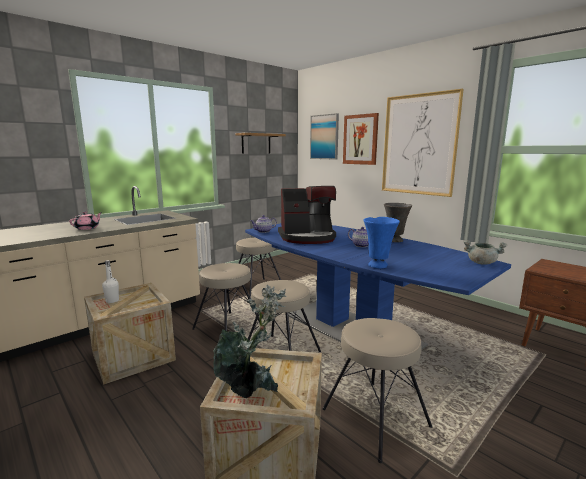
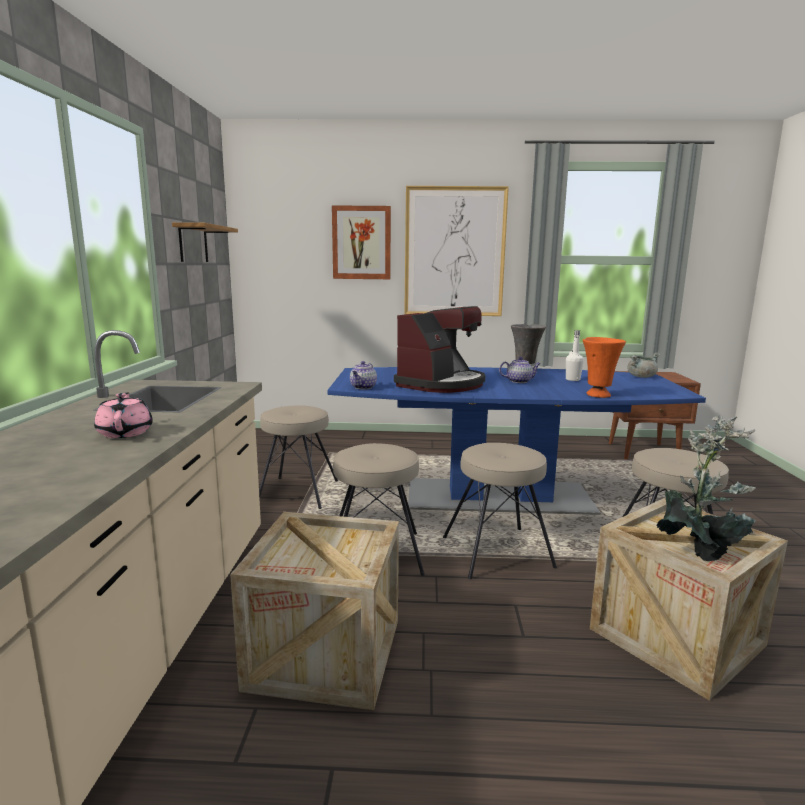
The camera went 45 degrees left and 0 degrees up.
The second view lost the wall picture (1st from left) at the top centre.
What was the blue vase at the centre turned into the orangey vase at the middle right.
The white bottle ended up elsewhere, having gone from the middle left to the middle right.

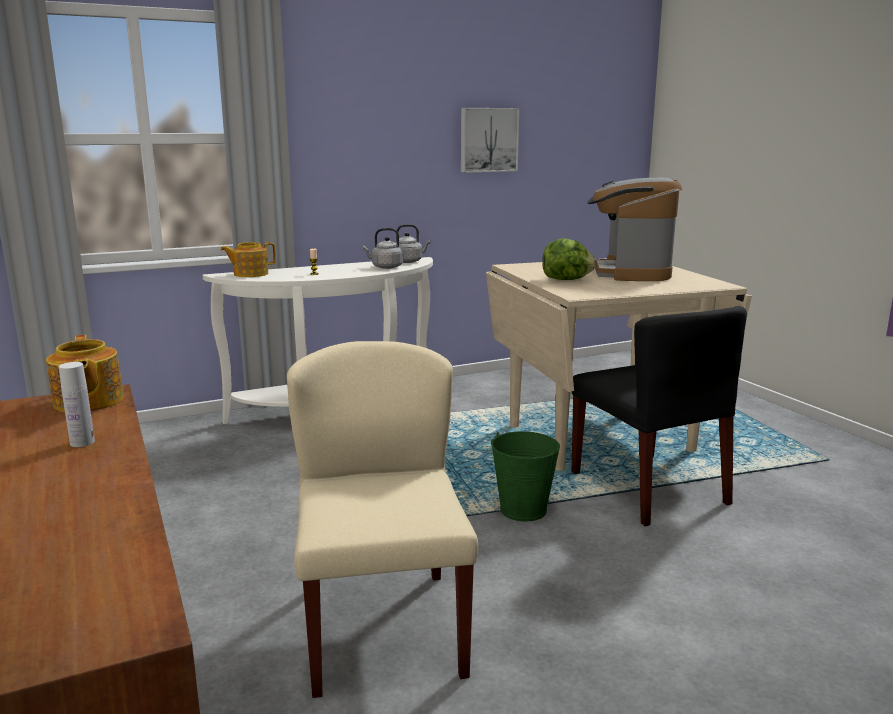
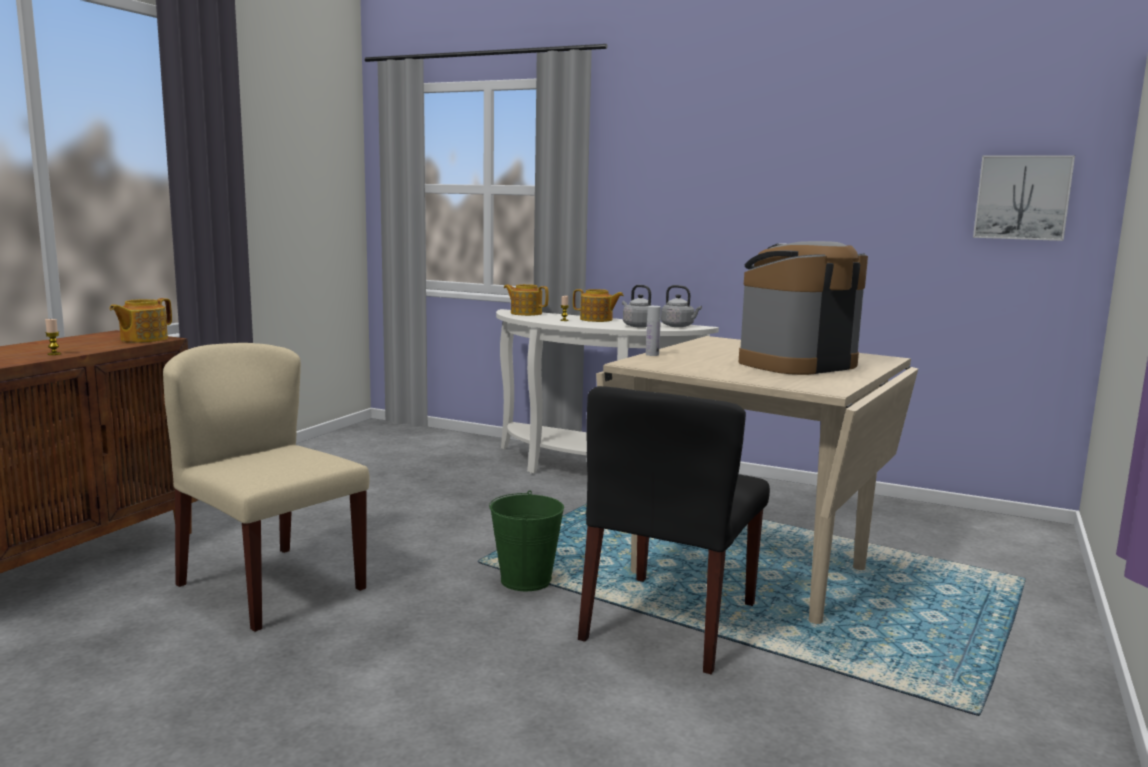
The camera went 50 degrees right and 5 degrees down.
The wall picture ended up elsewhere, having gone from the top centre to the top right.
The second view lost the lettuce head at the centre.
The beige plain chair at the bottom centre ended up facing another way, 90 degrees counterclockwise from before.
The white bottle ended up elsewhere, having gone from the middle left to the centre.
The second view gained the tea pot (3rd from left) at the centre.
The second view gained the wax candle (1st from left) at the middle left.

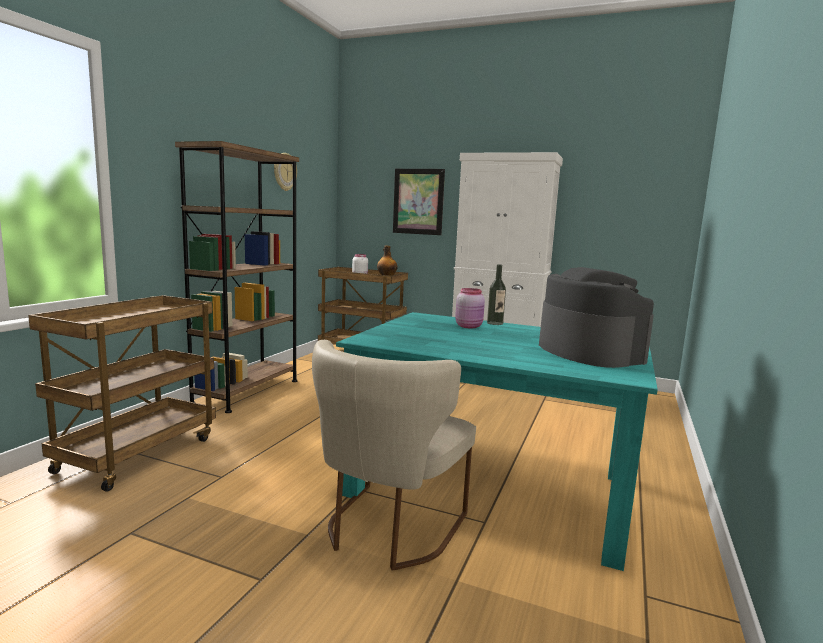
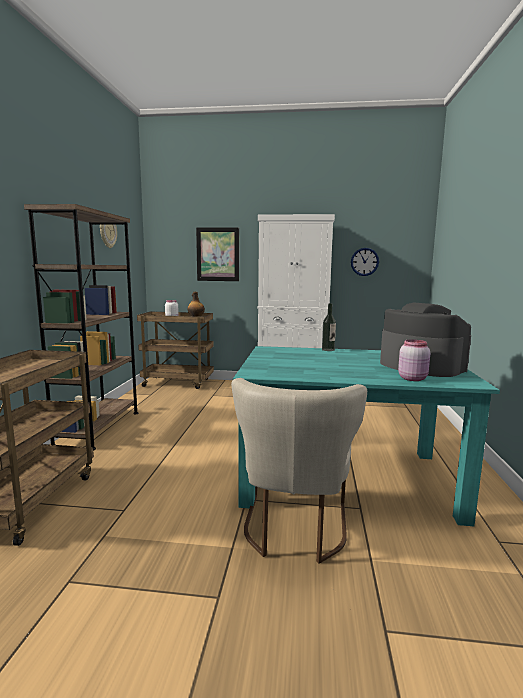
The camera went 15 degrees left and 0 degrees up.
The pink preserve jar ended up elsewhere, having gone from the centre to the middle right.
The second view gained the wall clock (2nd from left) at the middle right.

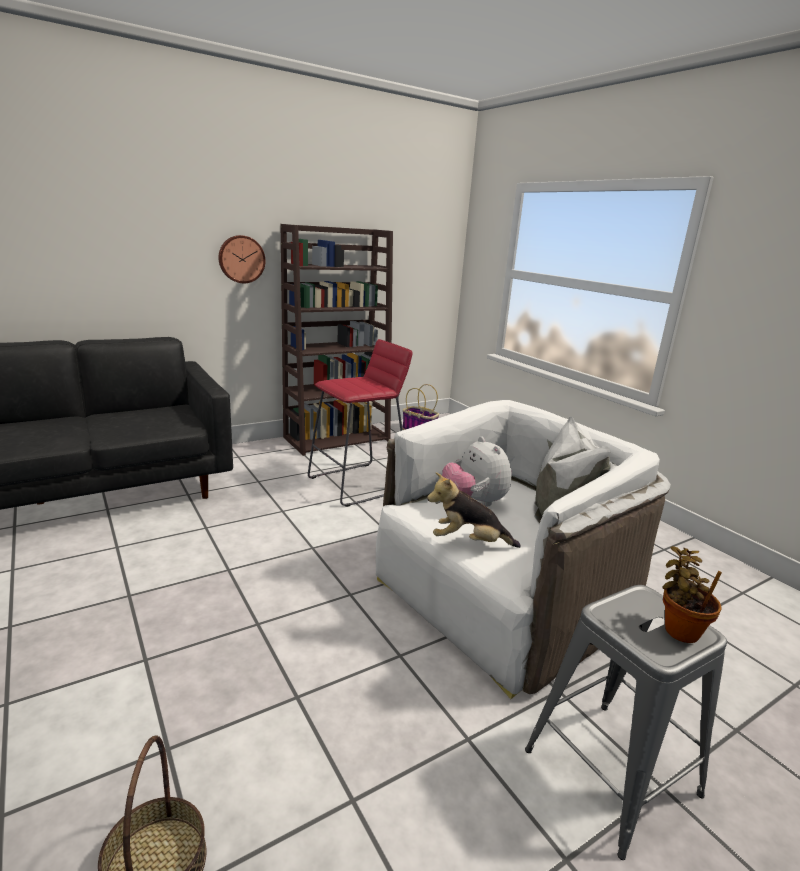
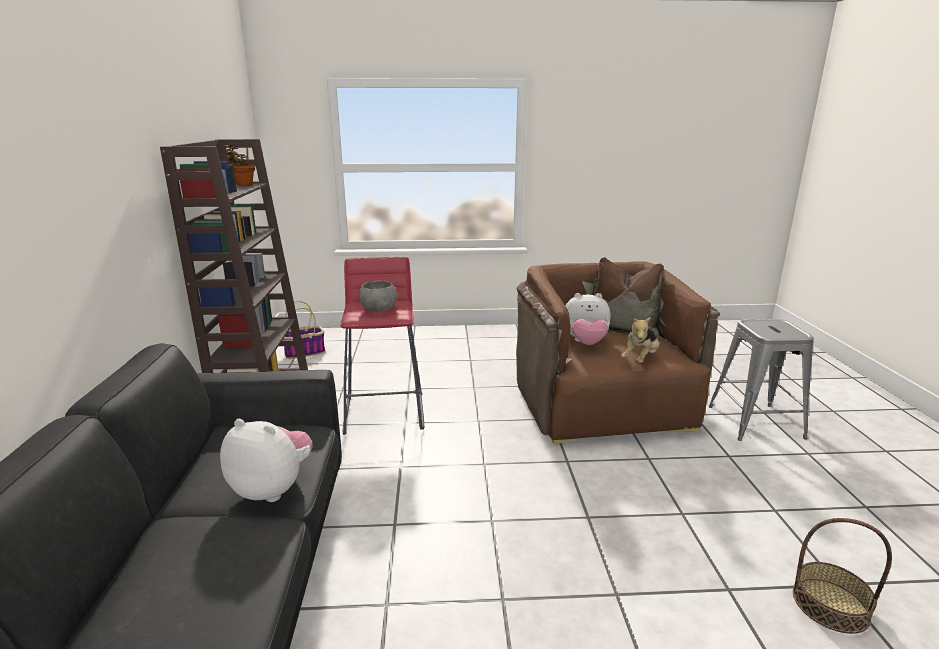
The camera went 60 degrees left and 0 degrees up.
The second view lost the wall clock at the top left.
What was the white easy chair at the centre turned into the brown easy chair at the centre.
The plant in a pot ended up elsewhere, having gone from the bottom right to the top left.
The second view gained the gray deep dish at the centre.
The second view gained the cuddly toy (1st from left) at the bottom left.

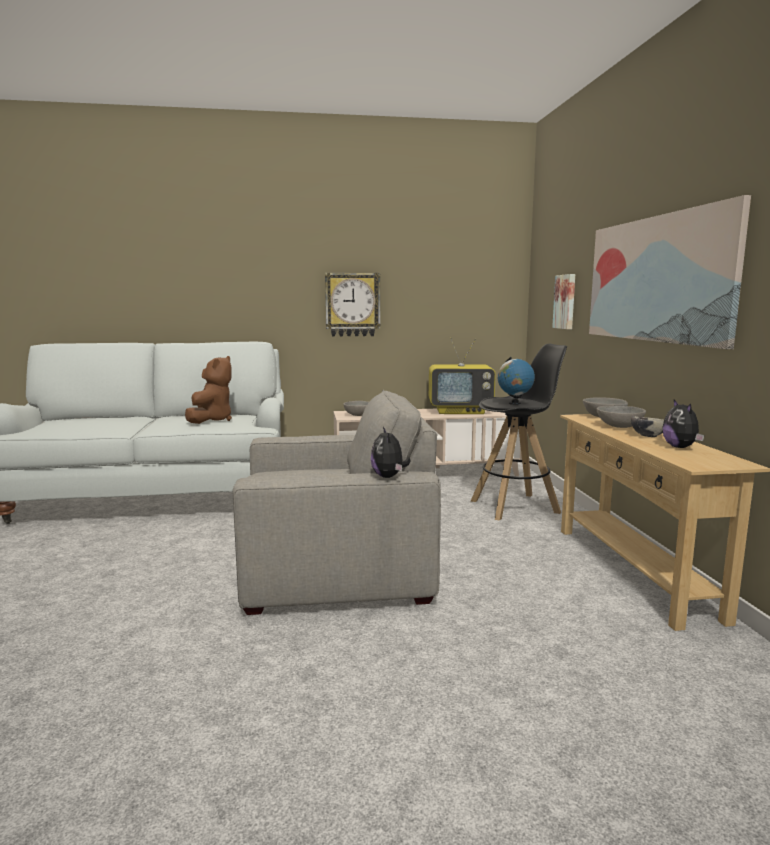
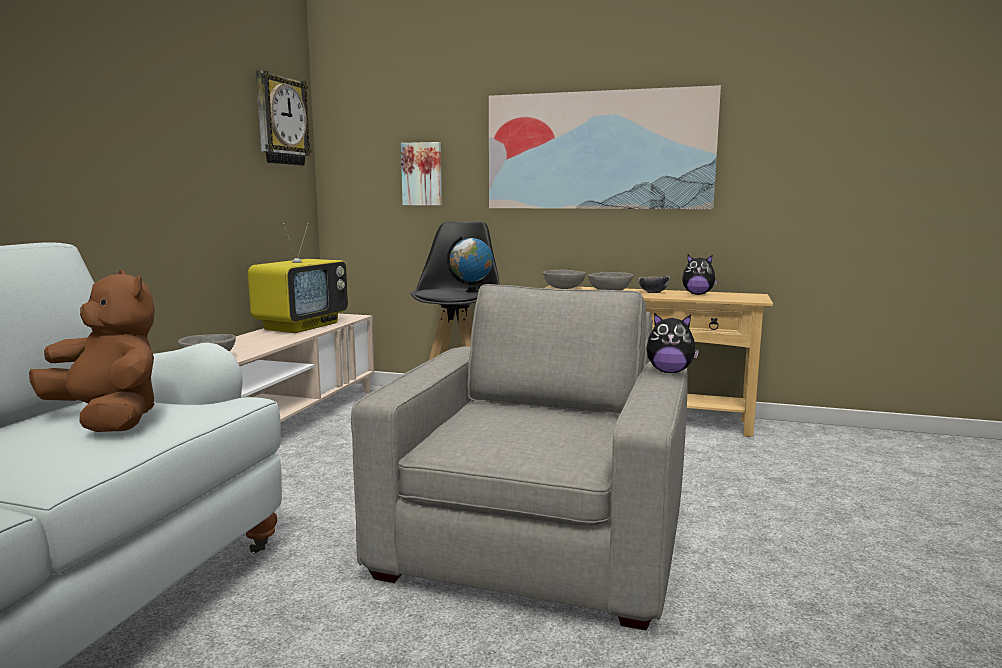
The camera went 65 degrees left and 0 degrees up.
The wall clock ended up elsewhere, having gone from the centre to the top left.

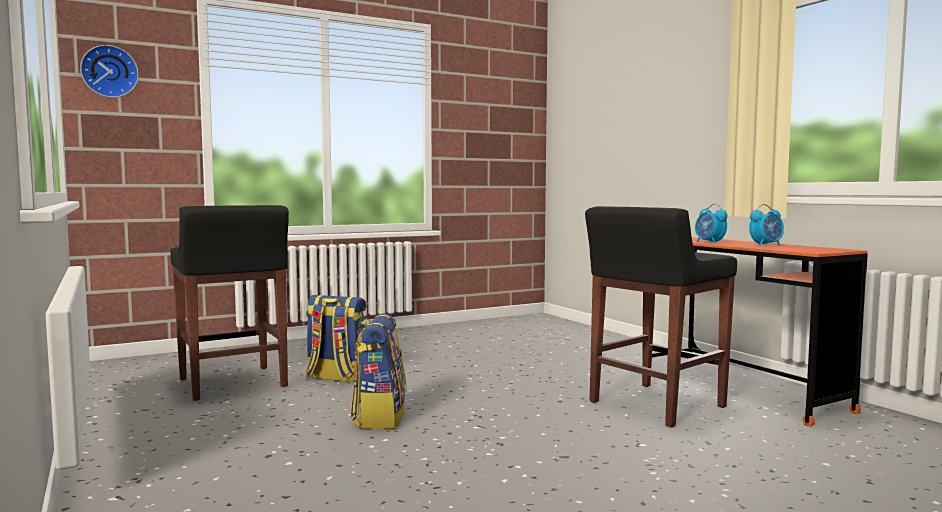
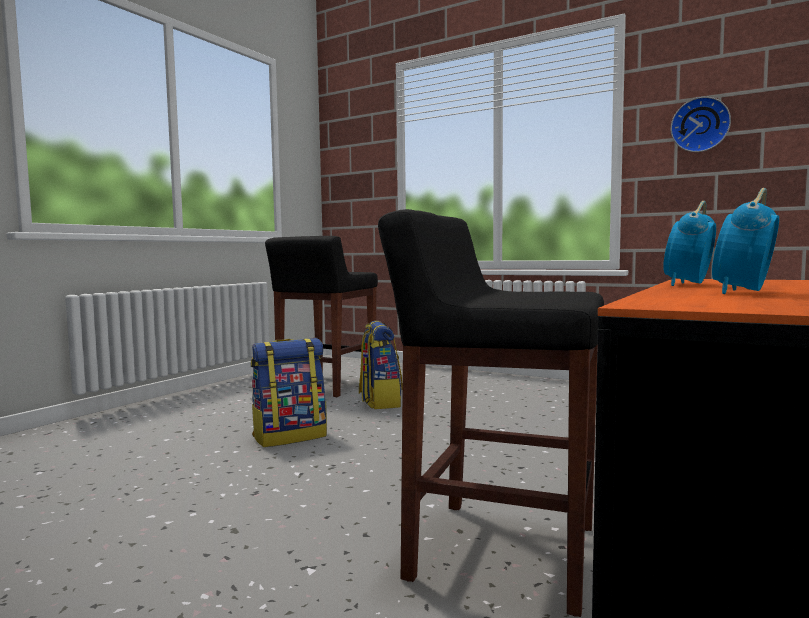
The camera went 60 degrees right and 0 degrees up.
The wall clock ended up elsewhere, having gone from the top left to the top right.
The bedside clock (2nd from left) at the middle right ended up facing another way, 90 degrees clockwise from before.

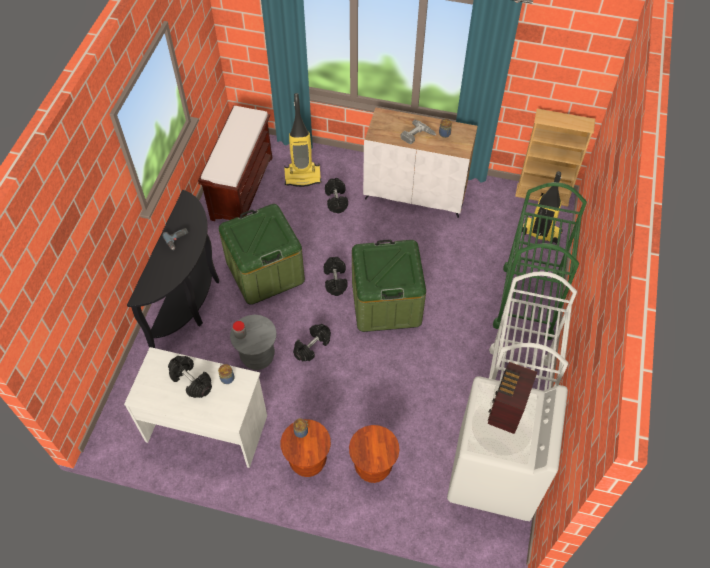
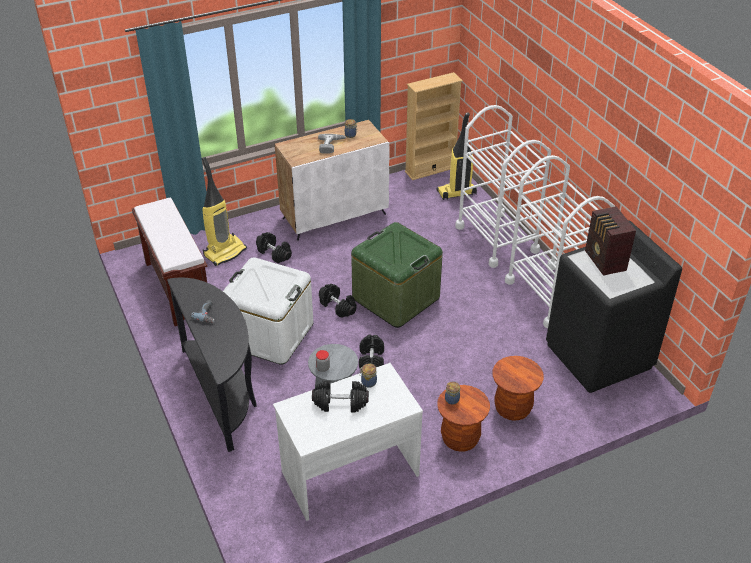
The camera went 40 degrees left and 15 degrees down.
What was the green trolley at the middle right turned into the white trolley (1st from left) at the top right.
What was the green storage container (1st from left) at the centre turned into the white storage container at the centre.
What was the white laundry machine at the bottom right turned into the black-coloured laundry machine at the middle right.

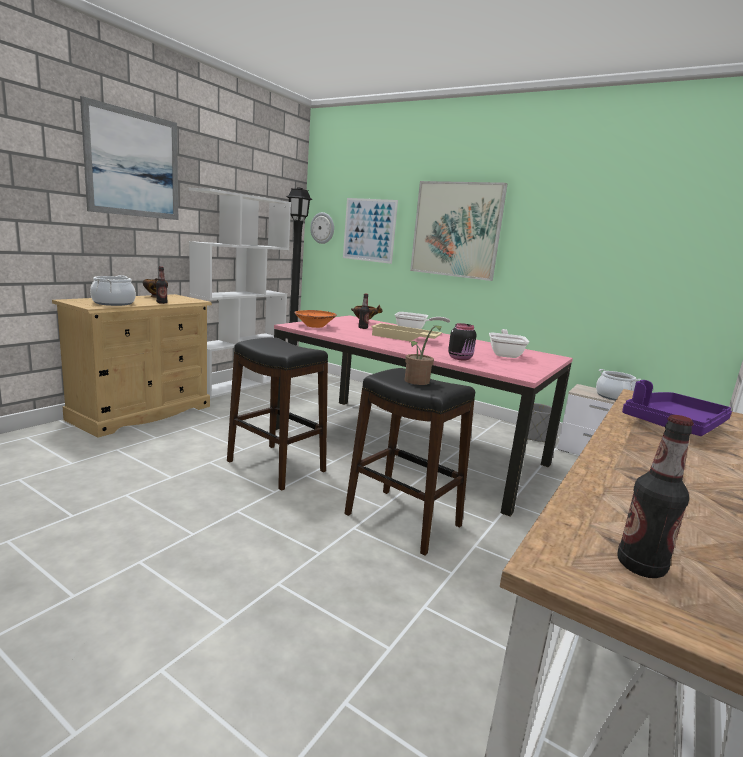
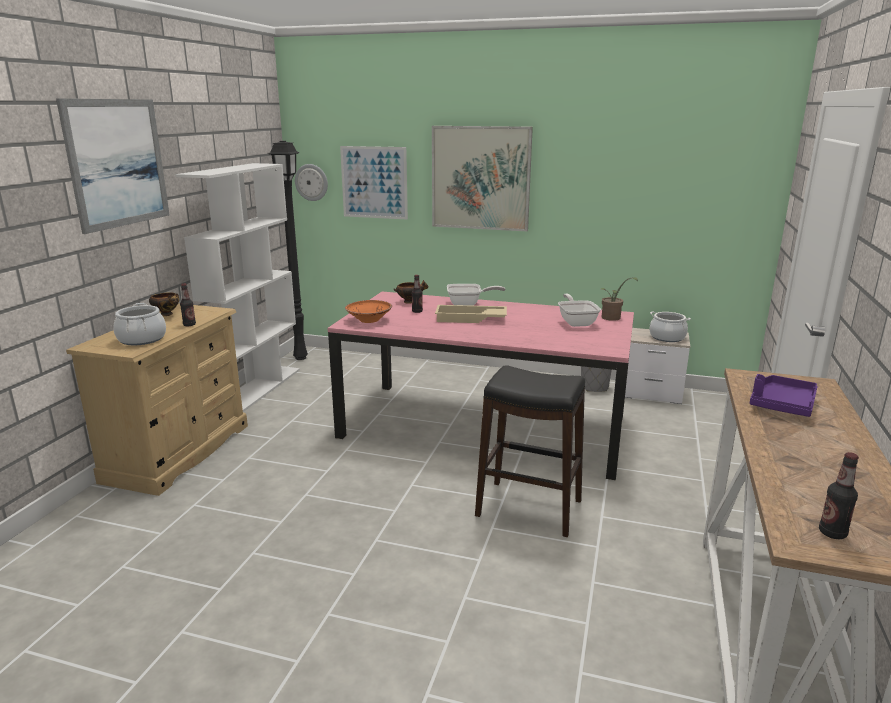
The camera went 15 degrees left and 5 degrees up.
The second view lost the black-coloured preserve jar at the centre.
The plant in a pot ended up elsewhere, having gone from the centre to the middle right.
The second view lost the black-coloured stool (1st from left) at the centre.

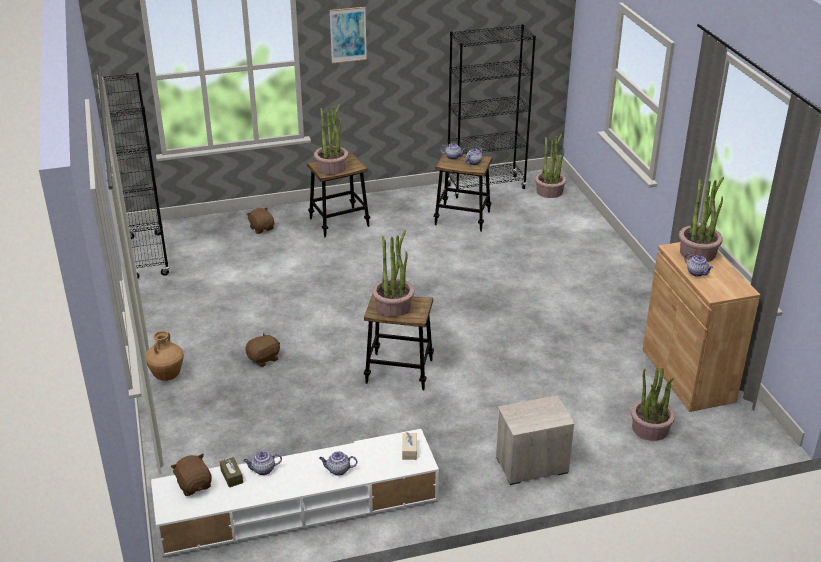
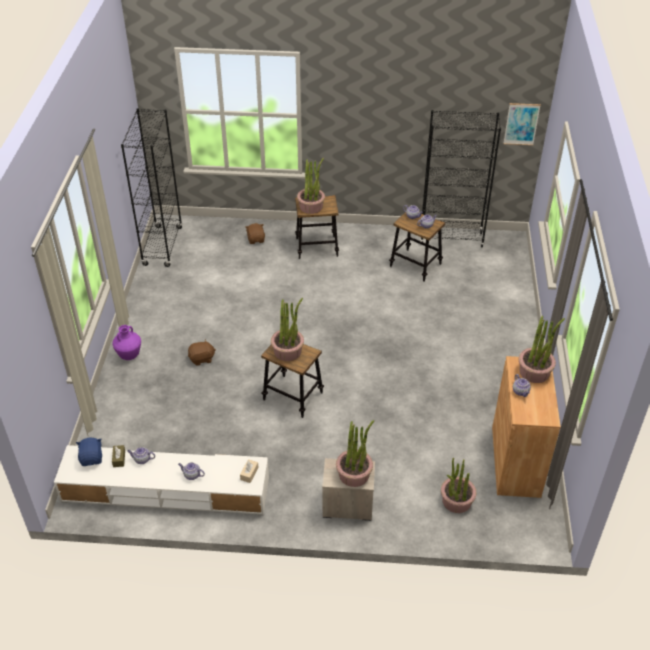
The camera went 20 degrees right and 10 degrees up.
The wall picture ended up elsewhere, having gone from the top centre to the top right.
The plant in a pot (3rd from left) ended up elsewhere, having gone from the top right to the bottom centre.
What was the brown vase at the middle left turned into the purple-coloured vase at the middle left.
What was the brown cuddly toy (1st from left) at the bottom left turned into the blue cuddly toy at the bottom left.

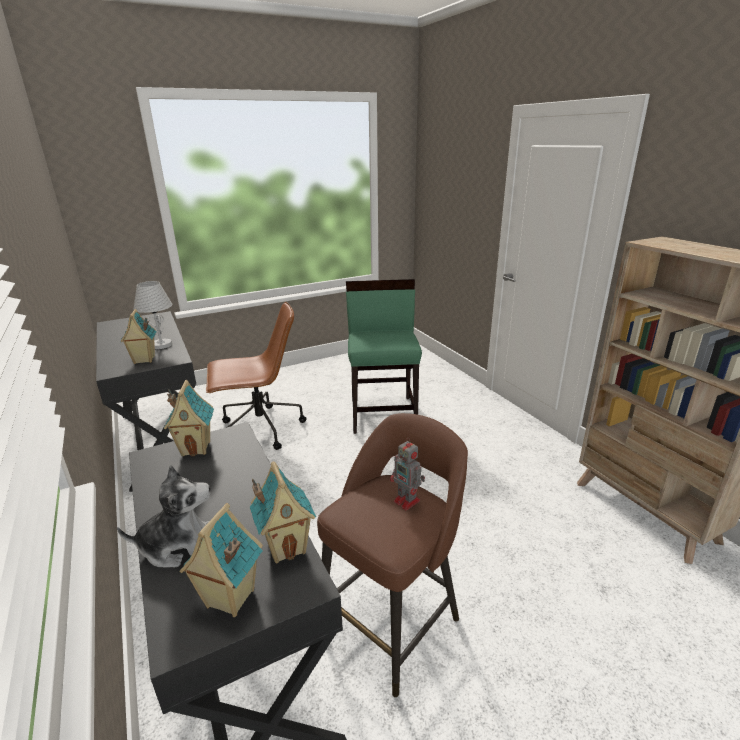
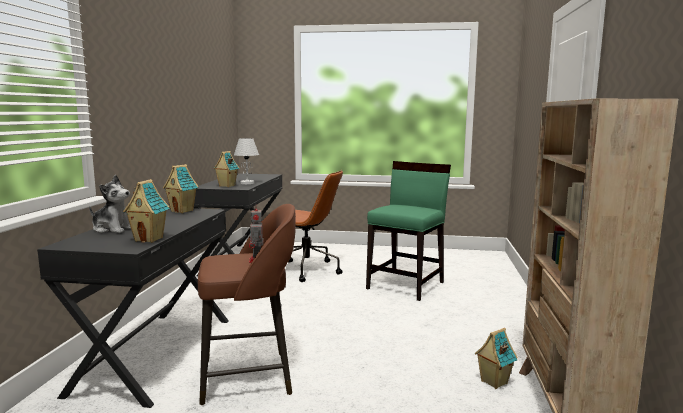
The camera went 35 degrees right and 15 degrees down.
The model house (3rd from left in the first image) ended up elsewhere, having gone from the bottom left to the bottom right.

